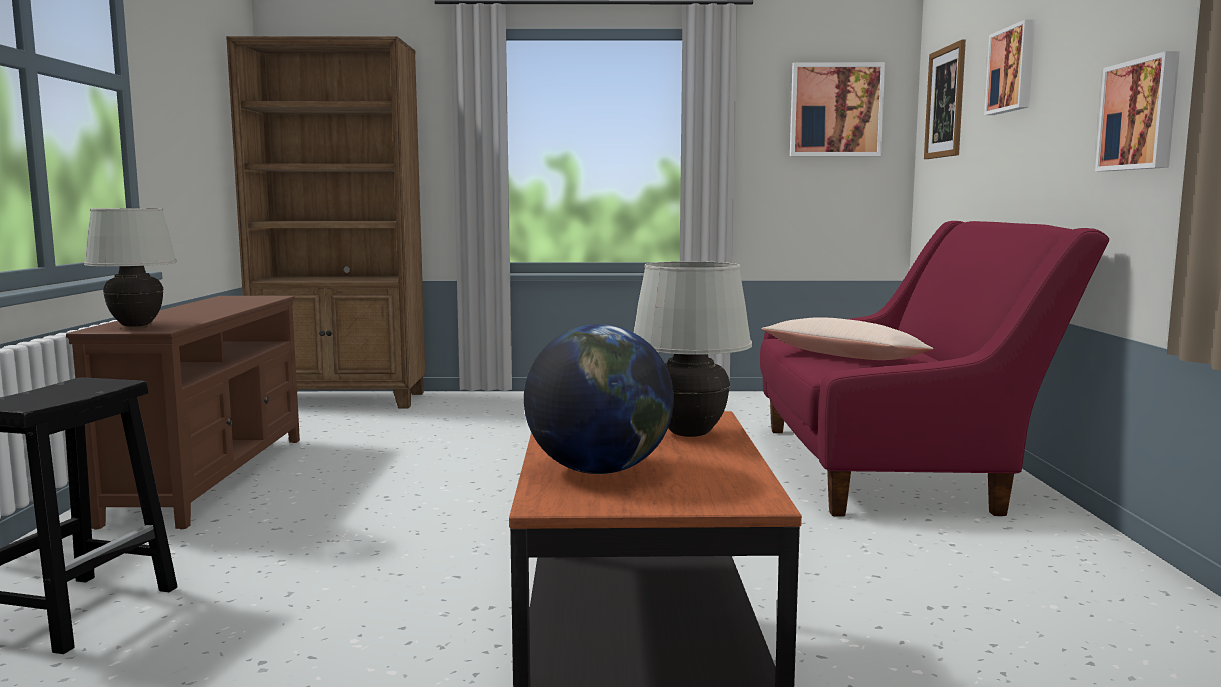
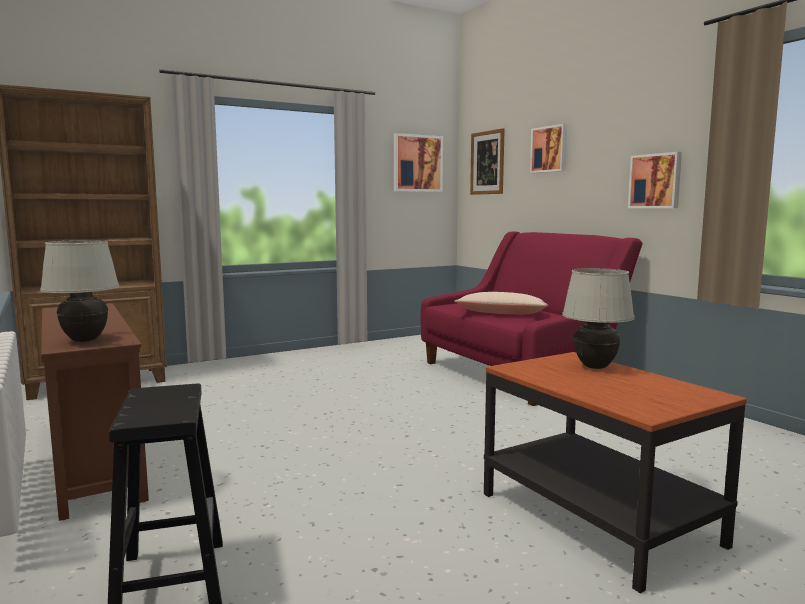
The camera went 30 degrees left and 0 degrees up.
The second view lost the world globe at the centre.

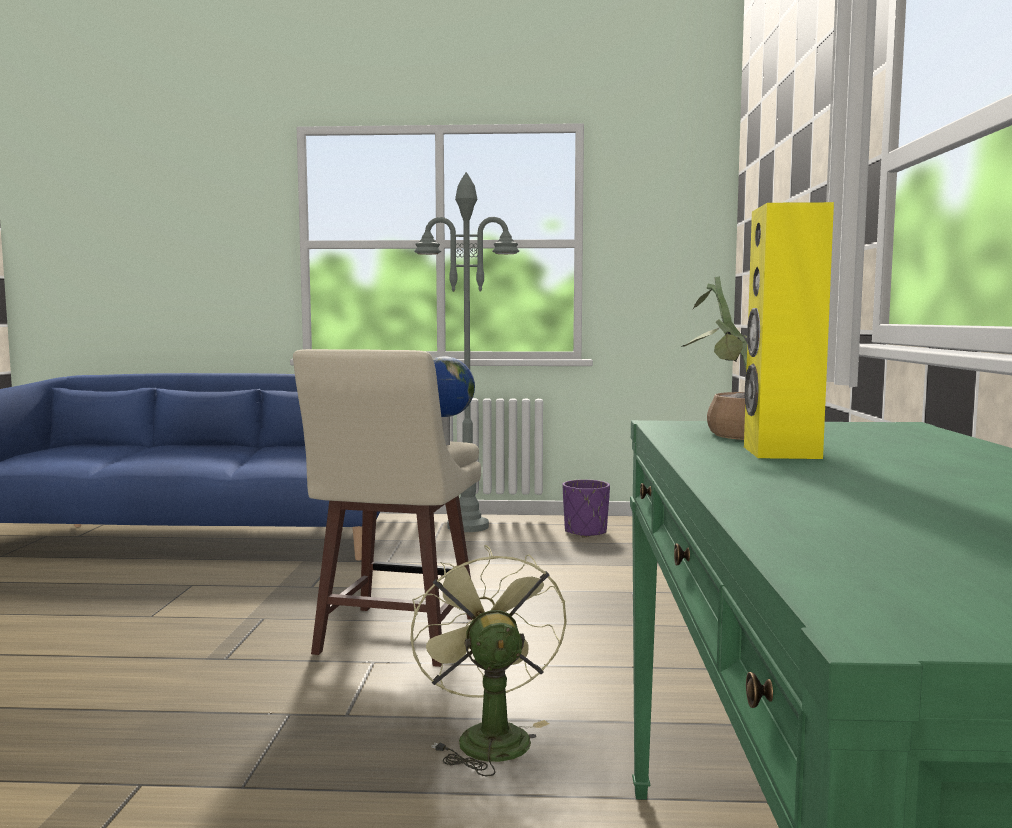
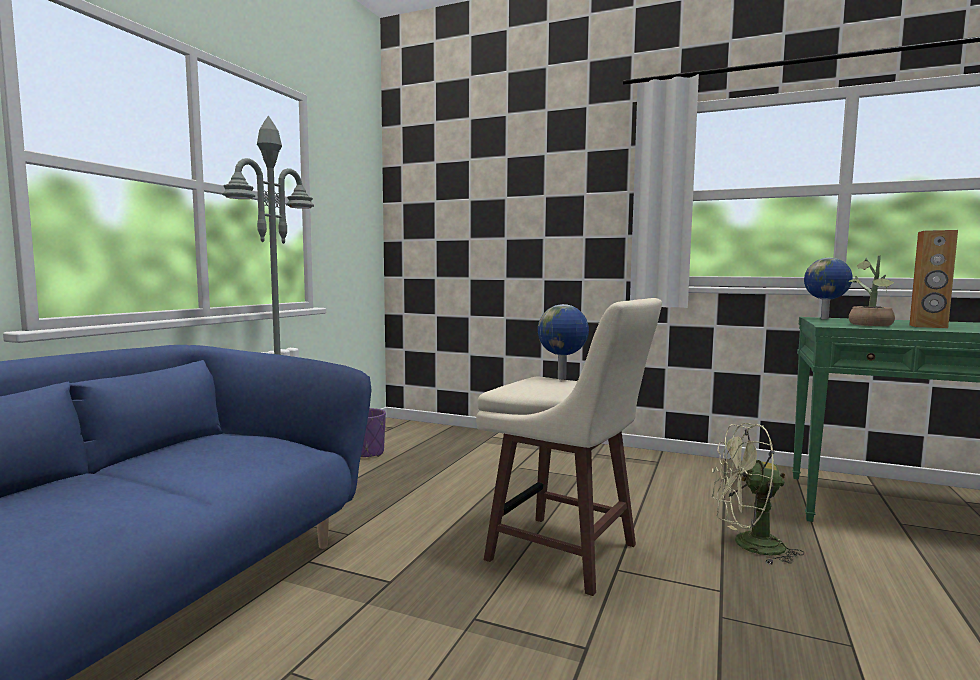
The camera went 70 degrees left and 0 degrees up.
What was the yellowish speaker at the middle right turned into the brown speaker at the middle right.
The second view gained the world globe (2nd from left) at the middle right.

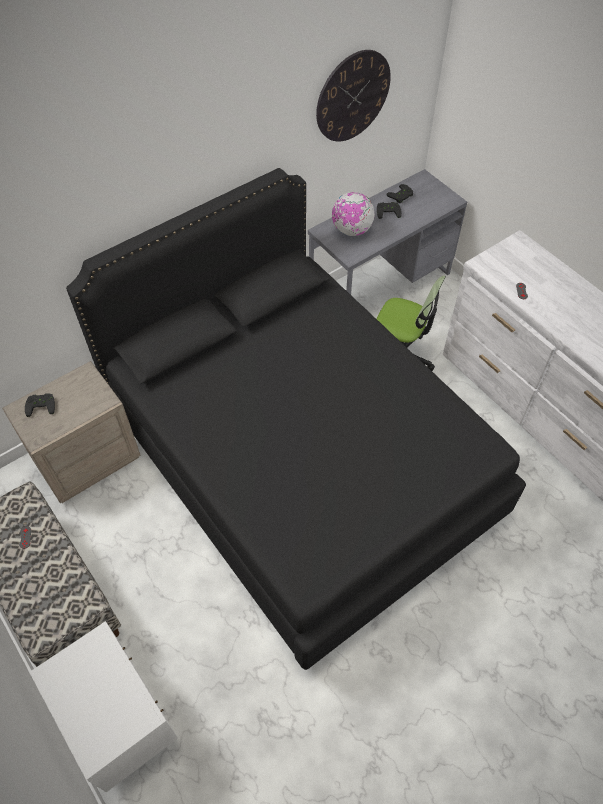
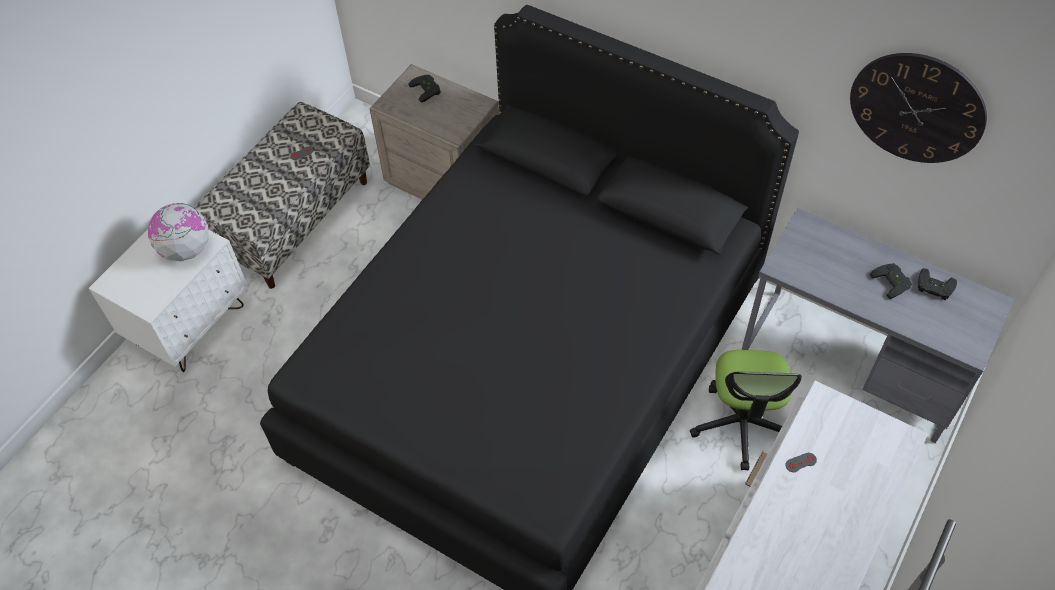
The camera went 70 degrees right and 0 degrees up.
The world globe ended up elsewhere, having gone from the top centre to the middle left.

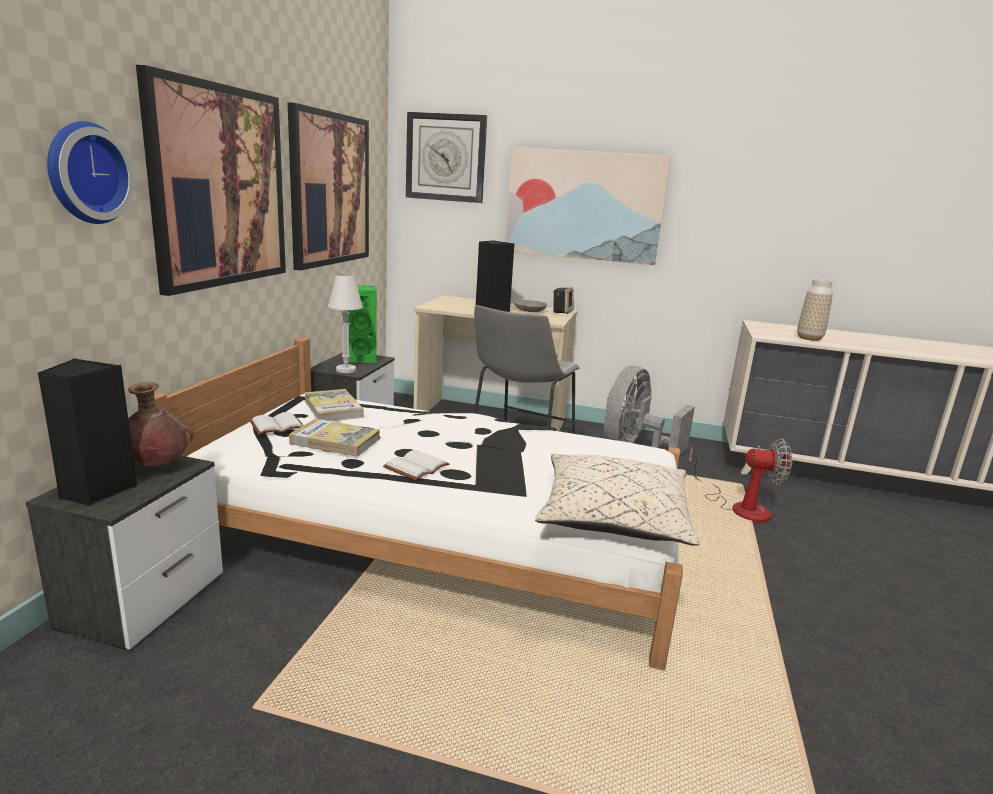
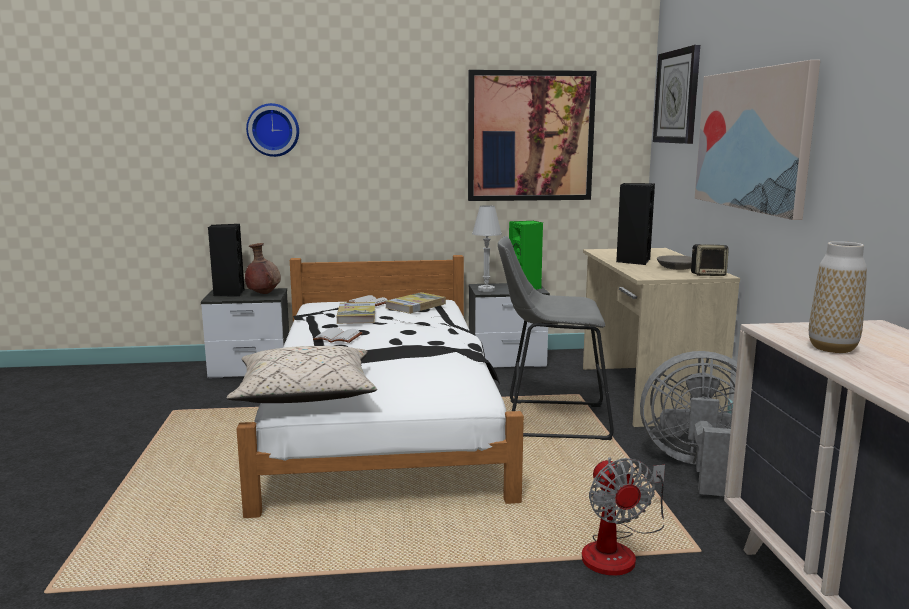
The camera went 70 degrees right and 5 degrees down.
The second view lost the wall picture (1st from left) at the top left.

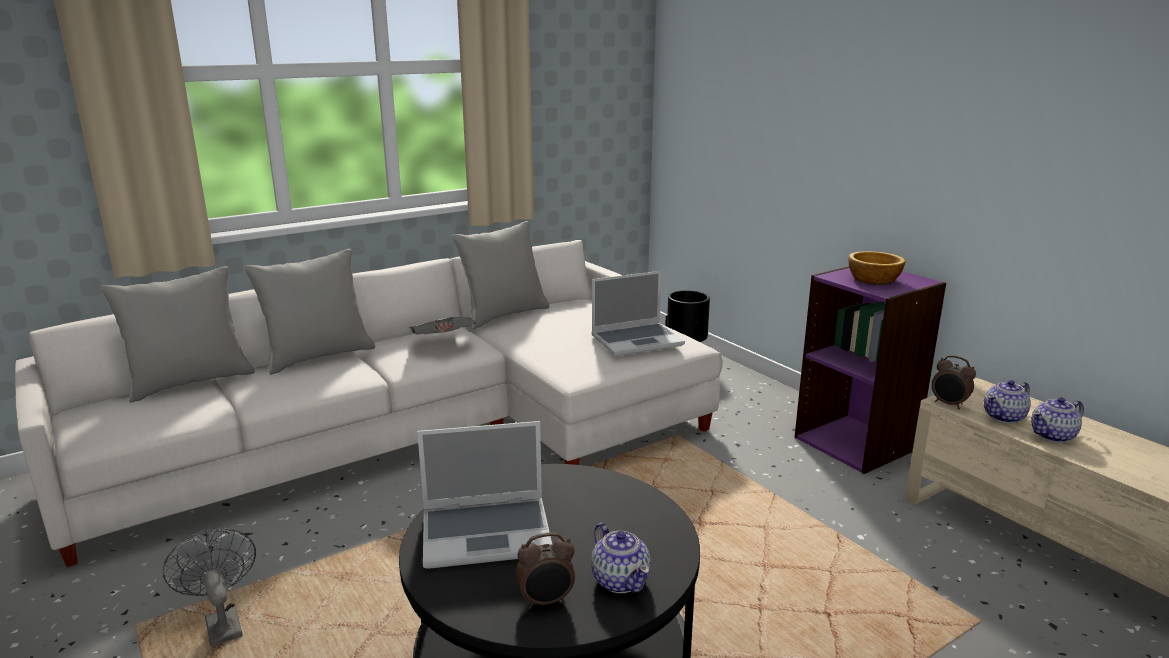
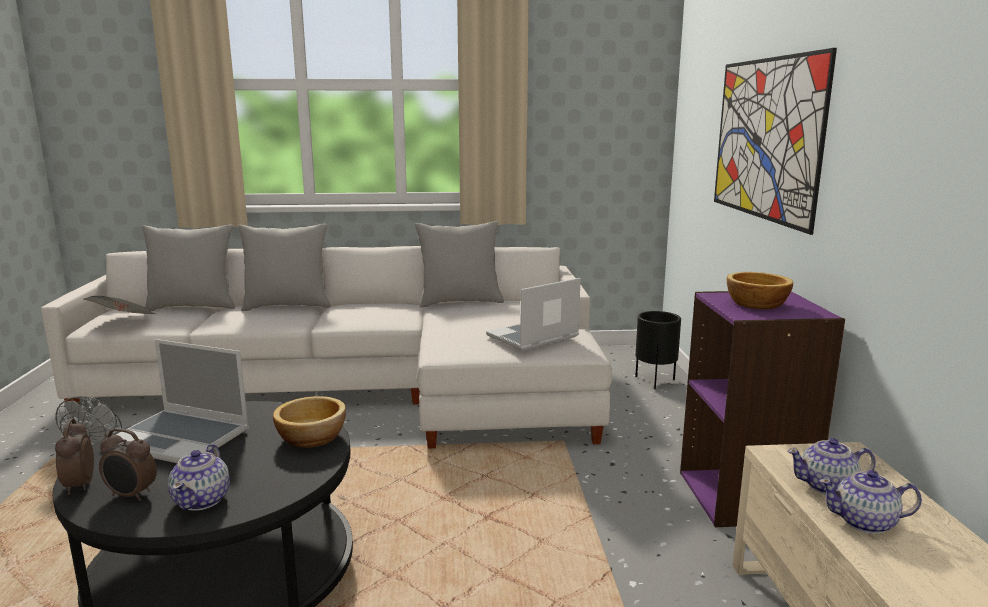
The camera went 30 degrees right and 5 degrees down.
The laptop (2nd from left) at the centre ended up facing another way, 135 degrees clockwise from before.
The printed paper ended up elsewhere, having gone from the centre to the middle left.
The bedside clock (2nd from left in the first image) ended up elsewhere, having gone from the middle right to the bottom left.
The second view gained the wall picture at the top right.
The second view gained the deep dish (1st from left) at the bottom left.

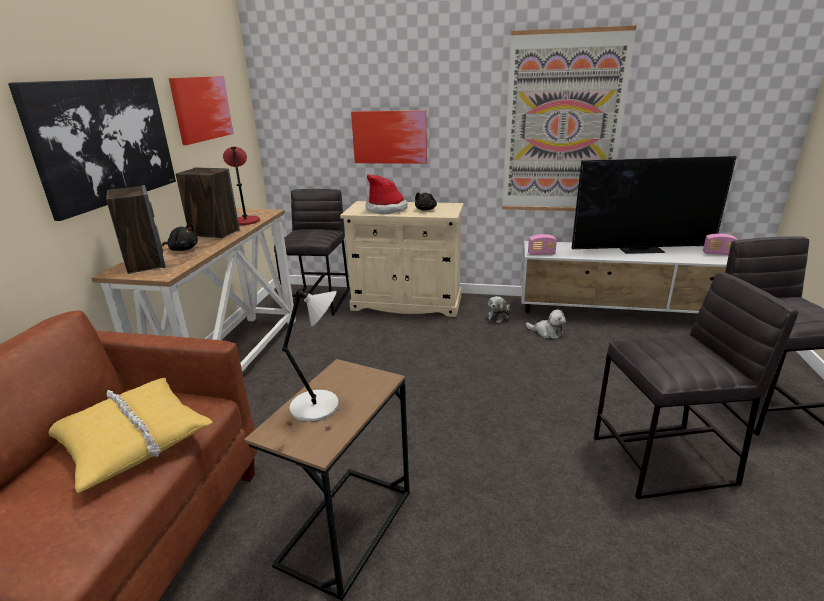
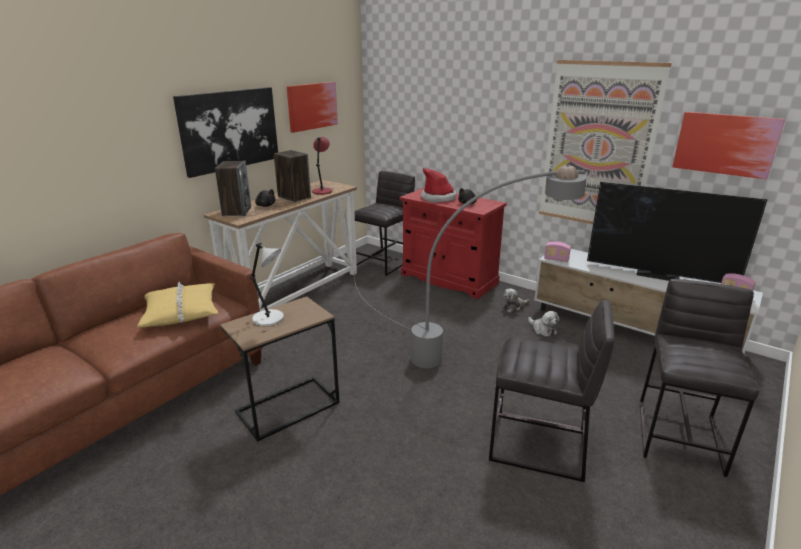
The camera went 25 degrees right and 0 degrees up.
The wall picture (3rd from left in the first image) ended up elsewhere, having gone from the top centre to the top right.
What was the beige cupboard at the centre turned into the red cupboard at the centre.
The second view gained the gray floor lamp at the centre.

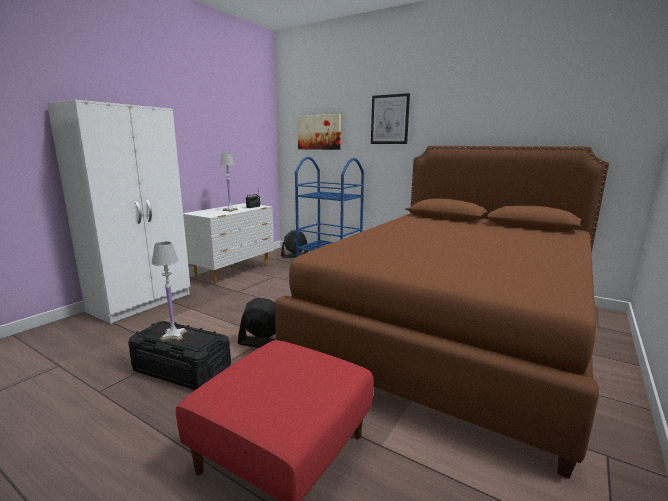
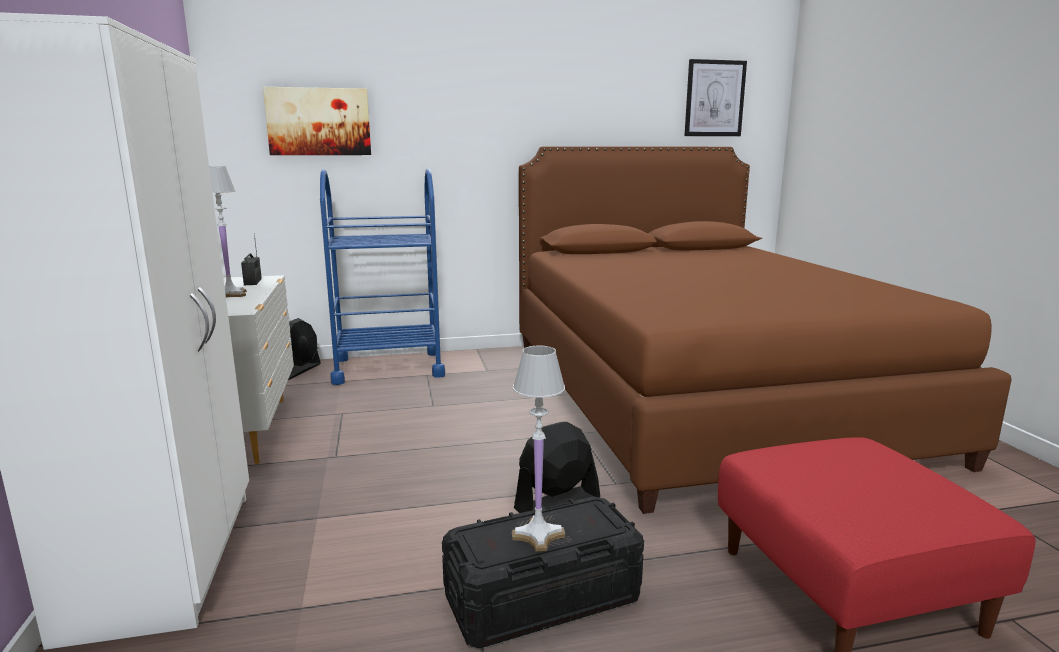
The camera went 45 degrees left and 0 degrees up.
The wall picture (2nd from left) ended up elsewhere, having gone from the top centre to the top right.

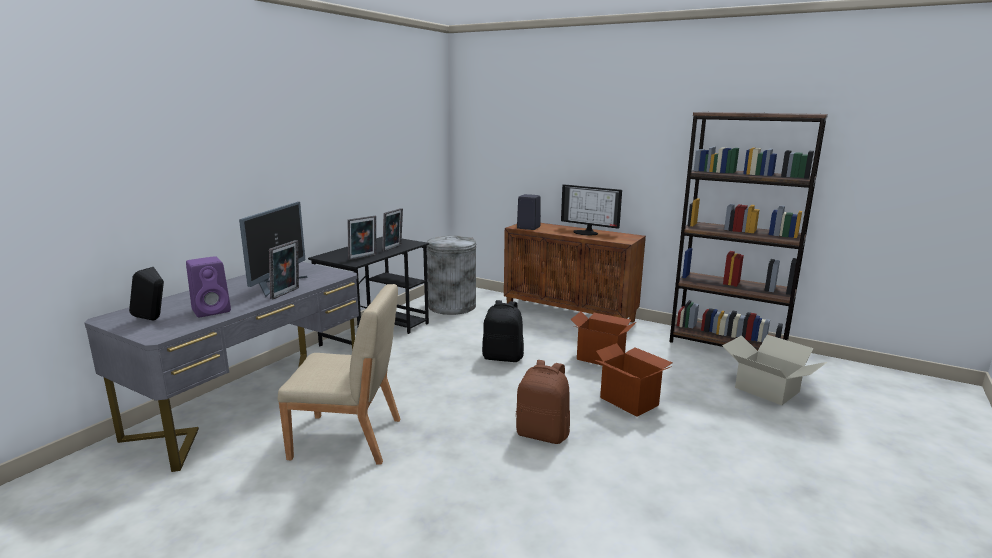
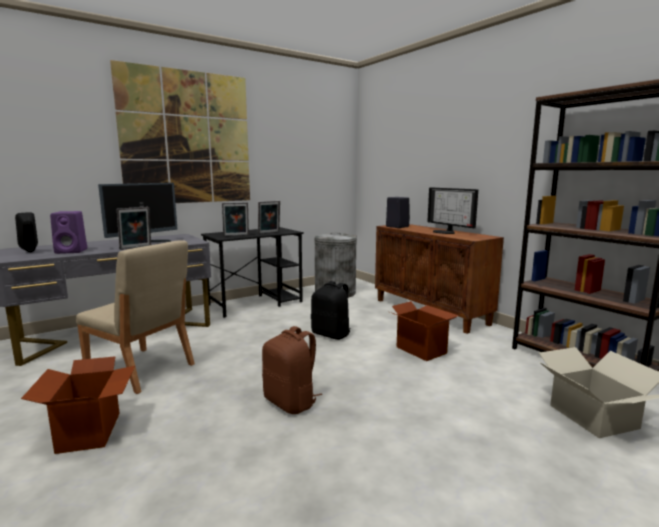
The camera went 25 degrees right and 5 degrees down.
The packing box (2nd from left in the first image) ended up elsewhere, having gone from the bottom centre to the bottom left.
The second view gained the wall picture at the top left.

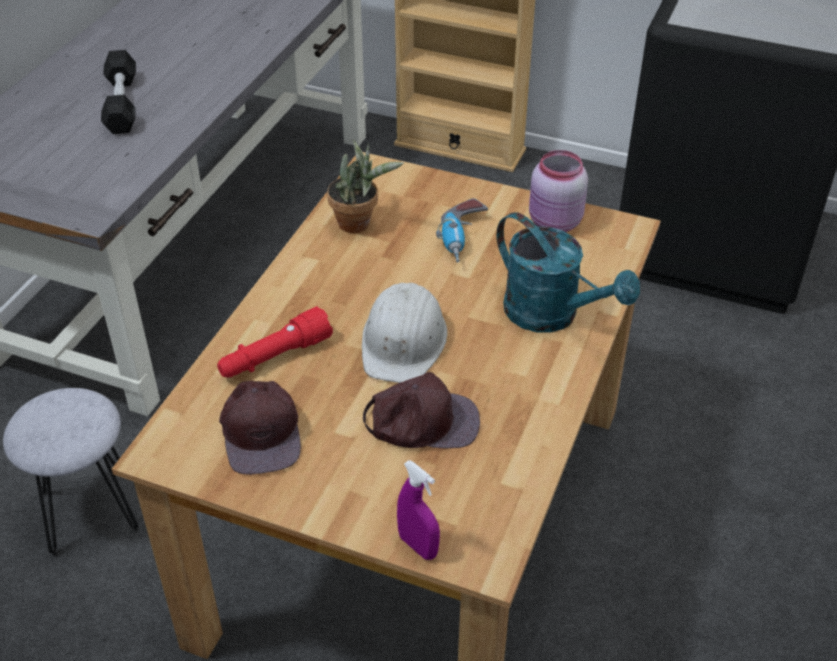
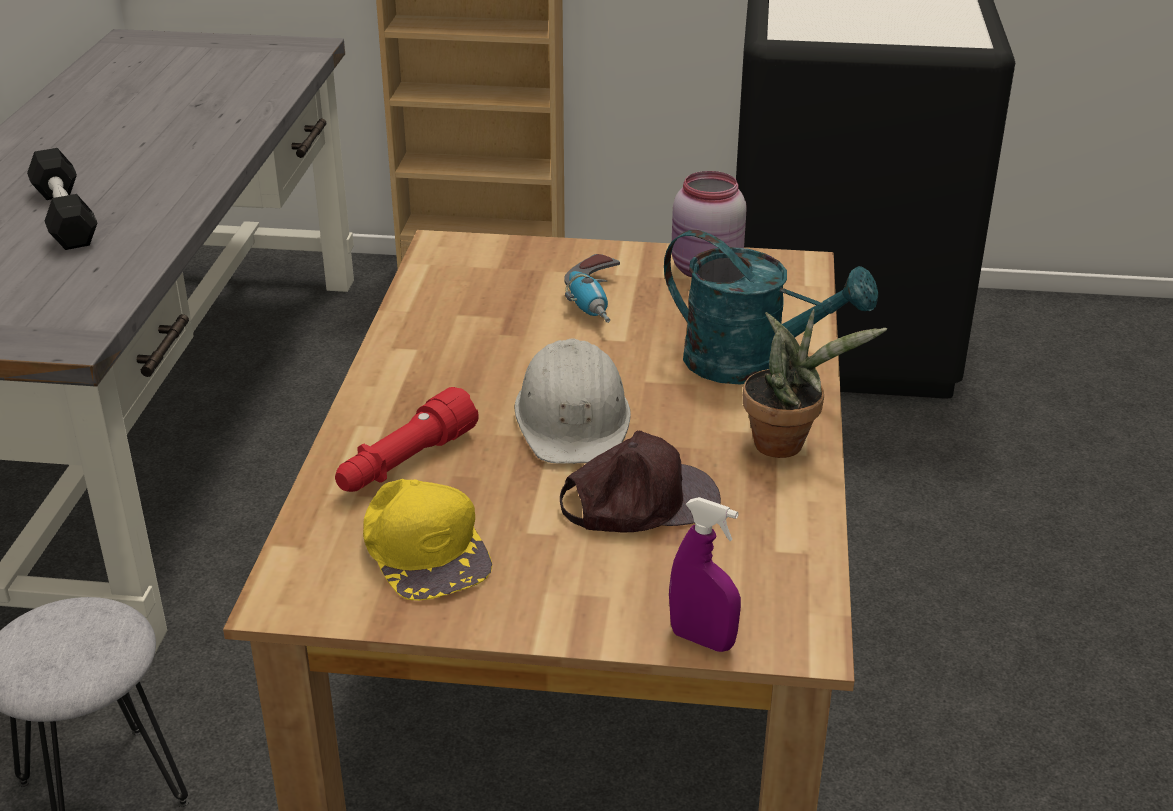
The camera went 15 degrees left and 10 degrees down.
The plant in a pot ended up elsewhere, having gone from the top centre to the middle right.
What was the brown peaked cap (1st from left) at the middle left turned into the yellowish peaked cap at the centre.

